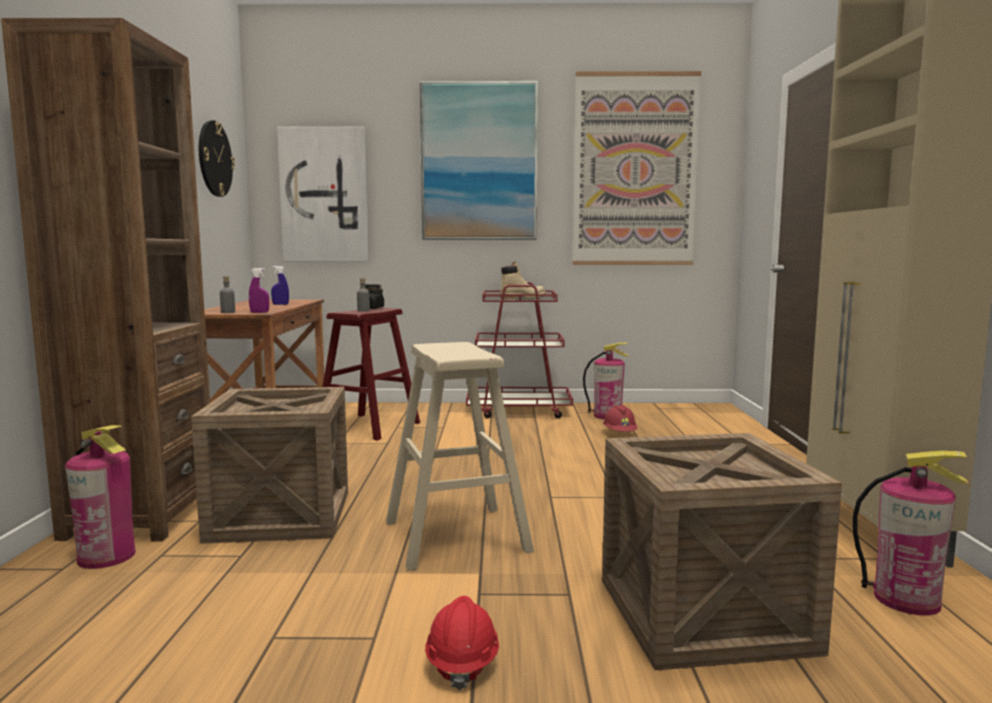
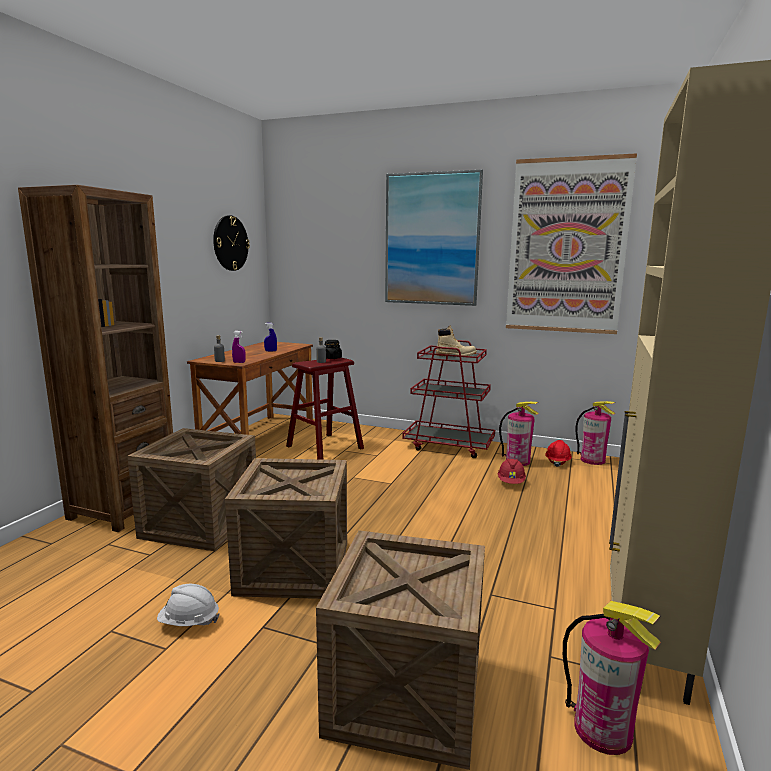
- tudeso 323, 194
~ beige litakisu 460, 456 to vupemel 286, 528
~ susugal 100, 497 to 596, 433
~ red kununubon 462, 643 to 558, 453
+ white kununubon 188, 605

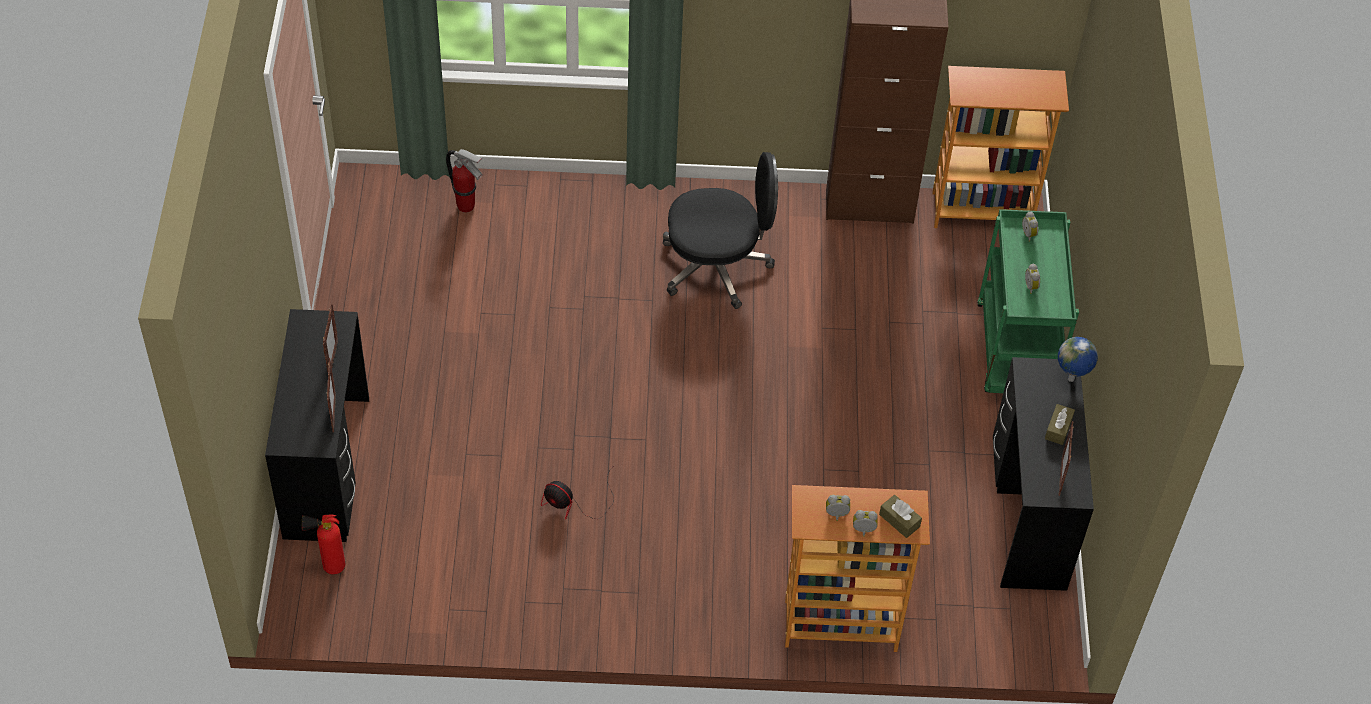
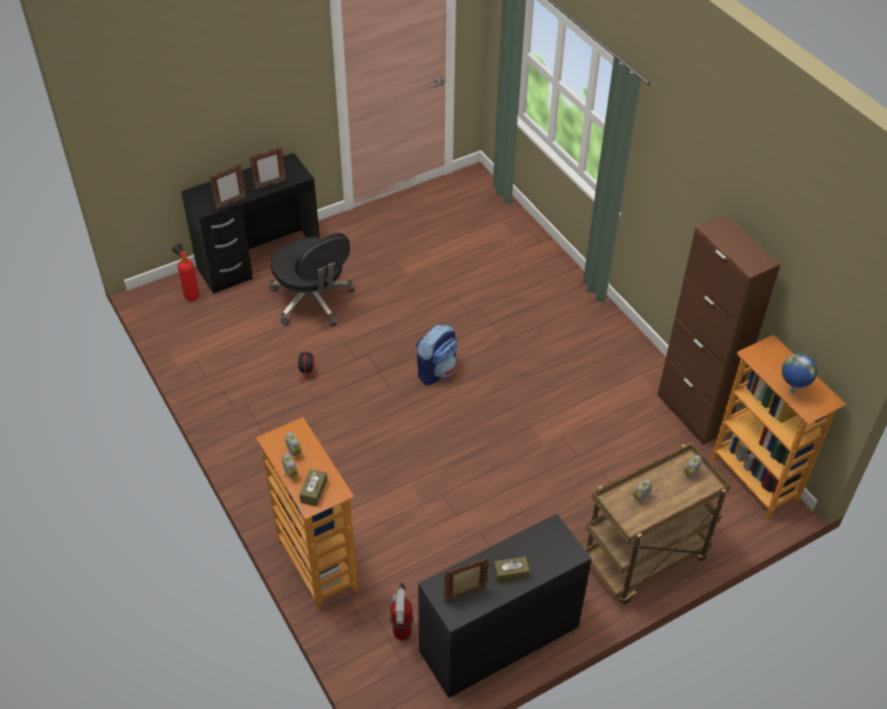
~ susugal 464, 181 to 401, 612
~ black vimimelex 720, 230 to 311, 280
~ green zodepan 1028, 301 to brown zodepan 658, 523
~ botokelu 1078, 359 to 799, 374
+ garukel 437, 355

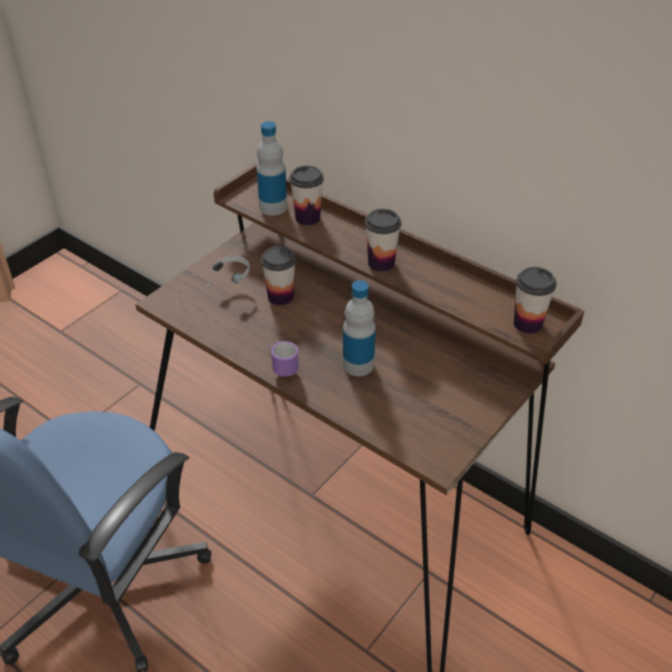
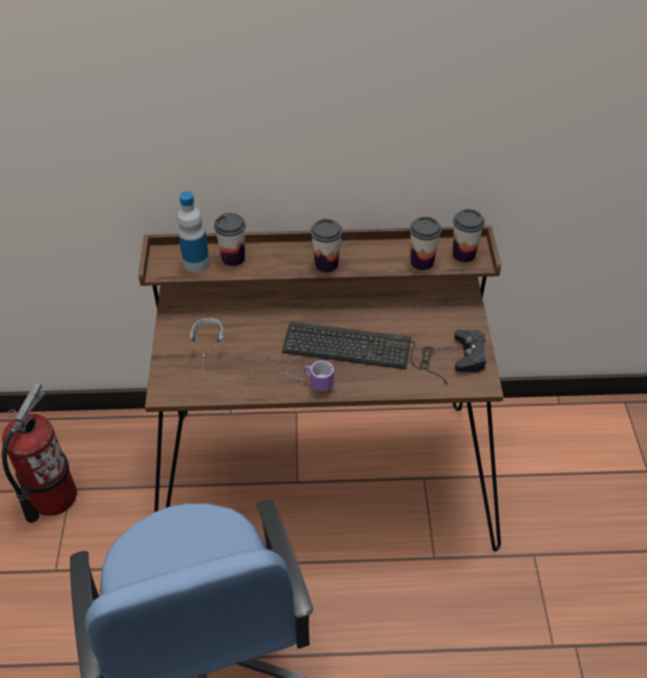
~ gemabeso 278, 275 to 426, 243
~ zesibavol 359, 328 to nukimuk 365, 353
+ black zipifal 470, 351
+ susugal 39, 452

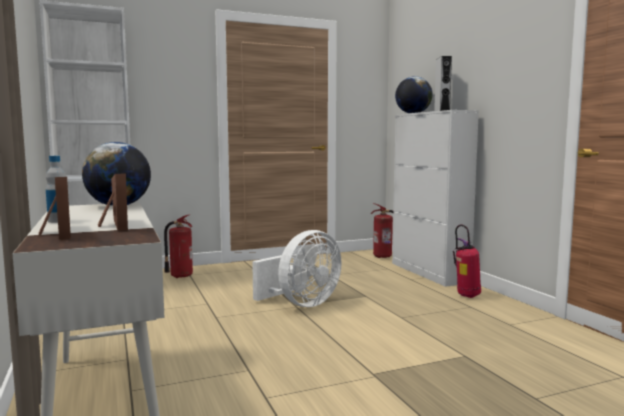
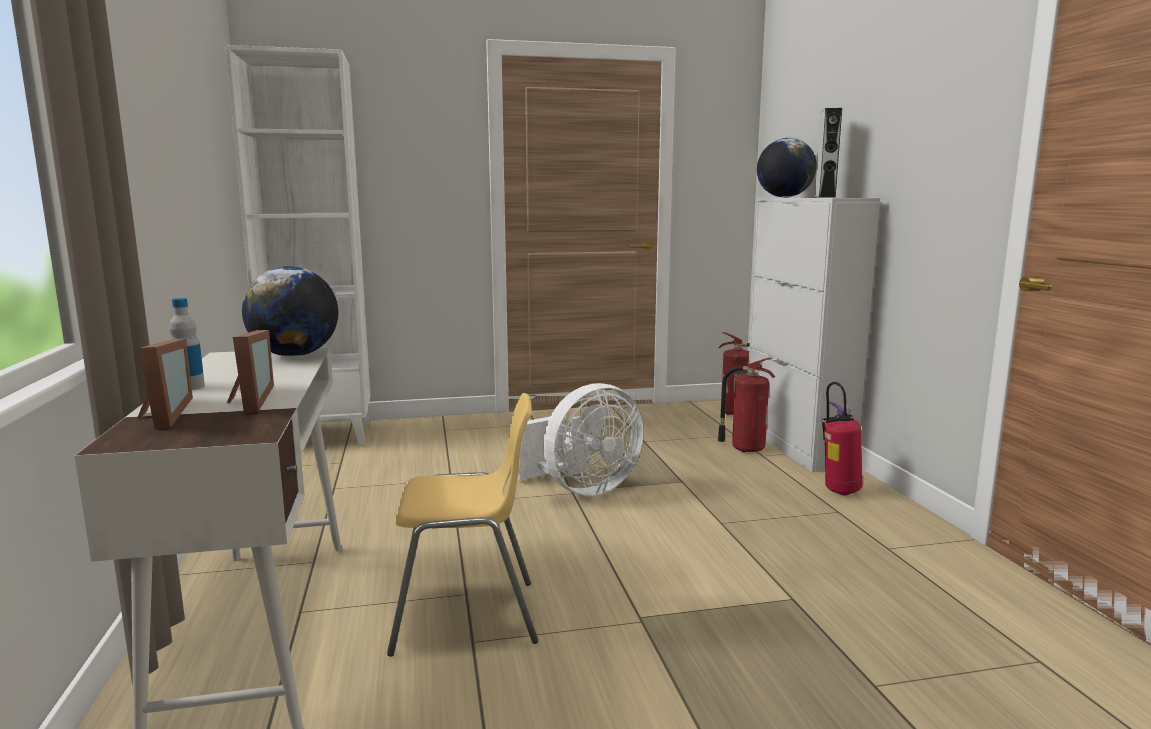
~ susugal 178, 246 to 746, 405
+ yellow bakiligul 462, 525

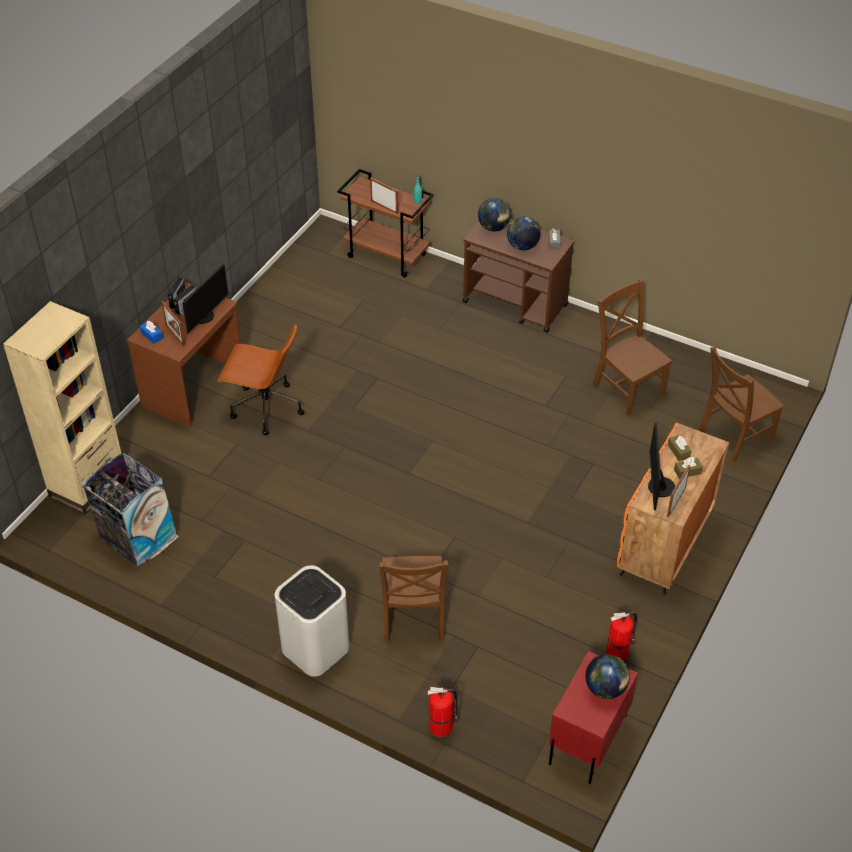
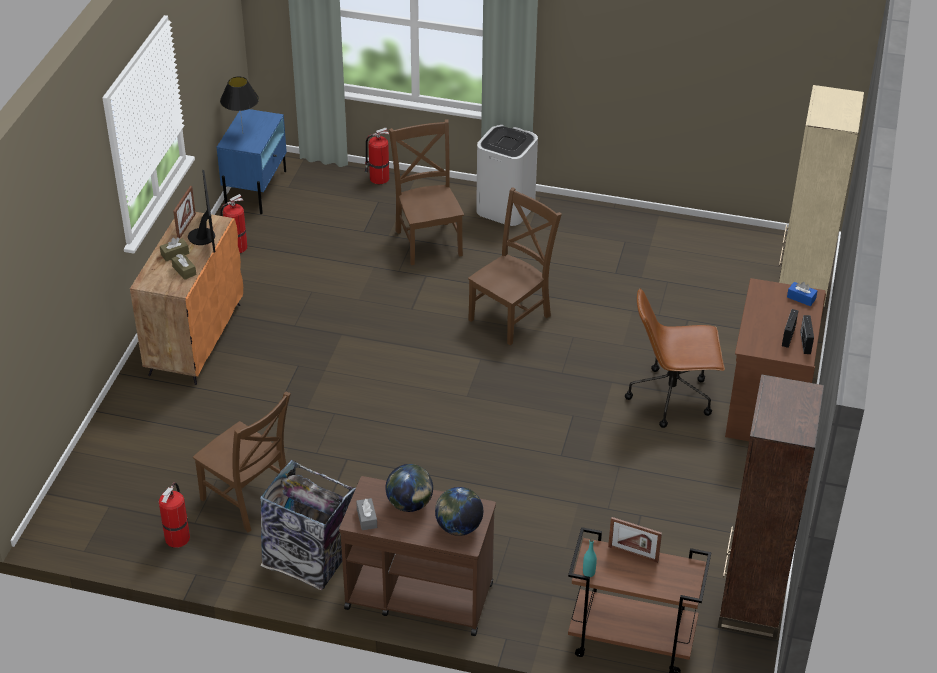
- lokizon 205, 298
- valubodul 173, 323
~ brown bakiligul 741, 404 to 515, 266
~ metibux 130, 510 to 308, 525
~ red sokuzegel 593, 717 to blue sokuzegel 251, 161
~ botokelu 607, 676 to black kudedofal 239, 104
+ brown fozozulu 771, 507
+ susugal 174, 515

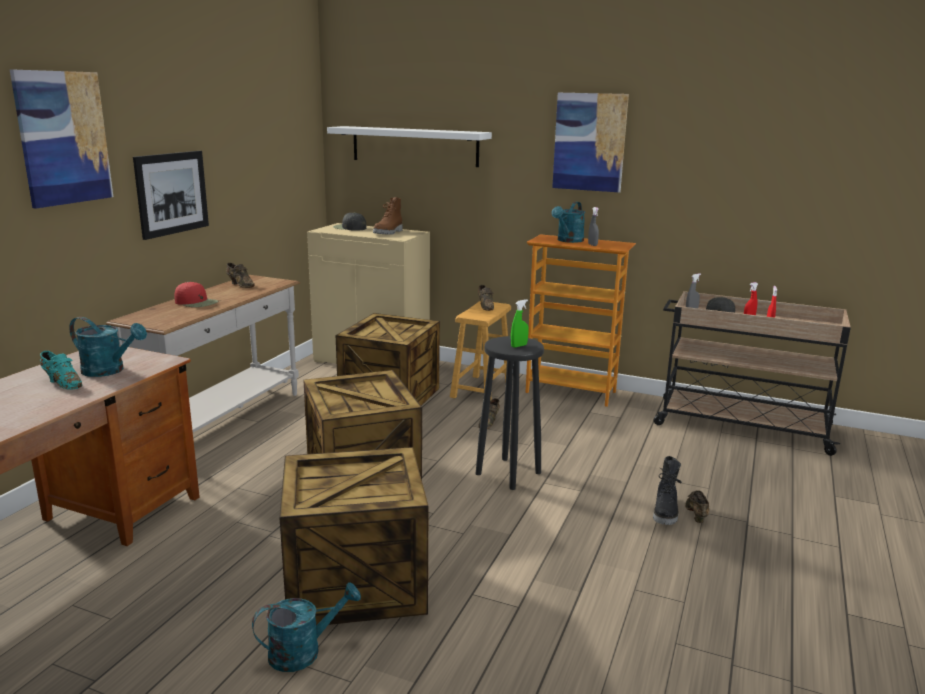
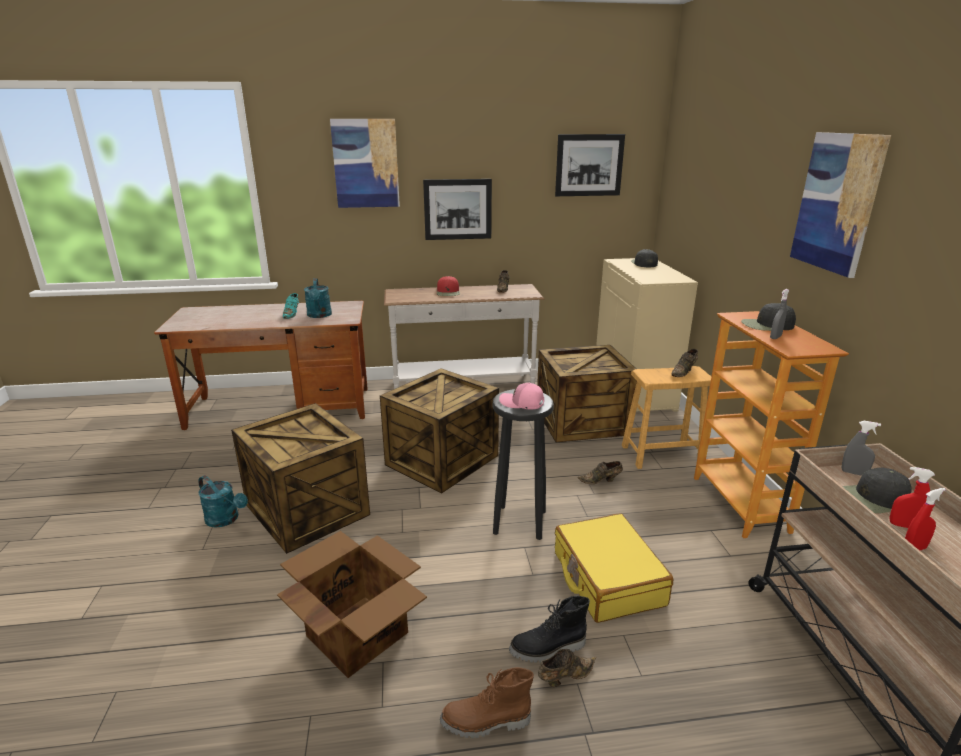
- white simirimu 409, 146
~ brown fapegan 387, 216 to 487, 702
~ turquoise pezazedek 568, 222 to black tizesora 768, 317
~ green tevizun 520, 324 to pink tizesora 521, 395
+ tudeso 590, 165
+ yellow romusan 614, 568
+ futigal 352, 604

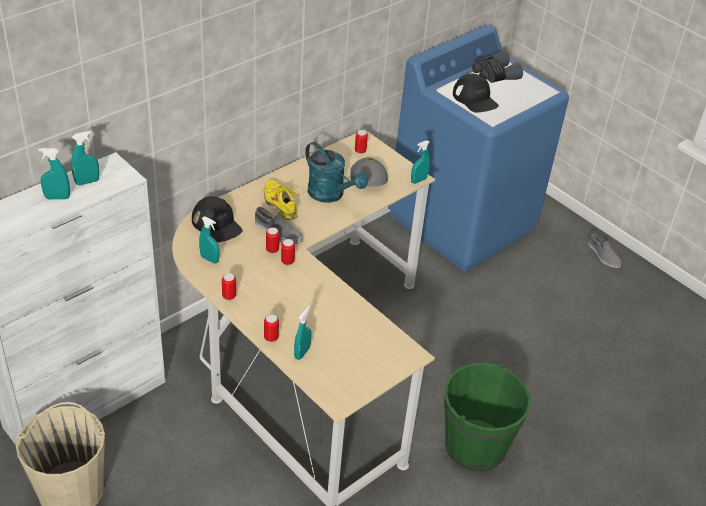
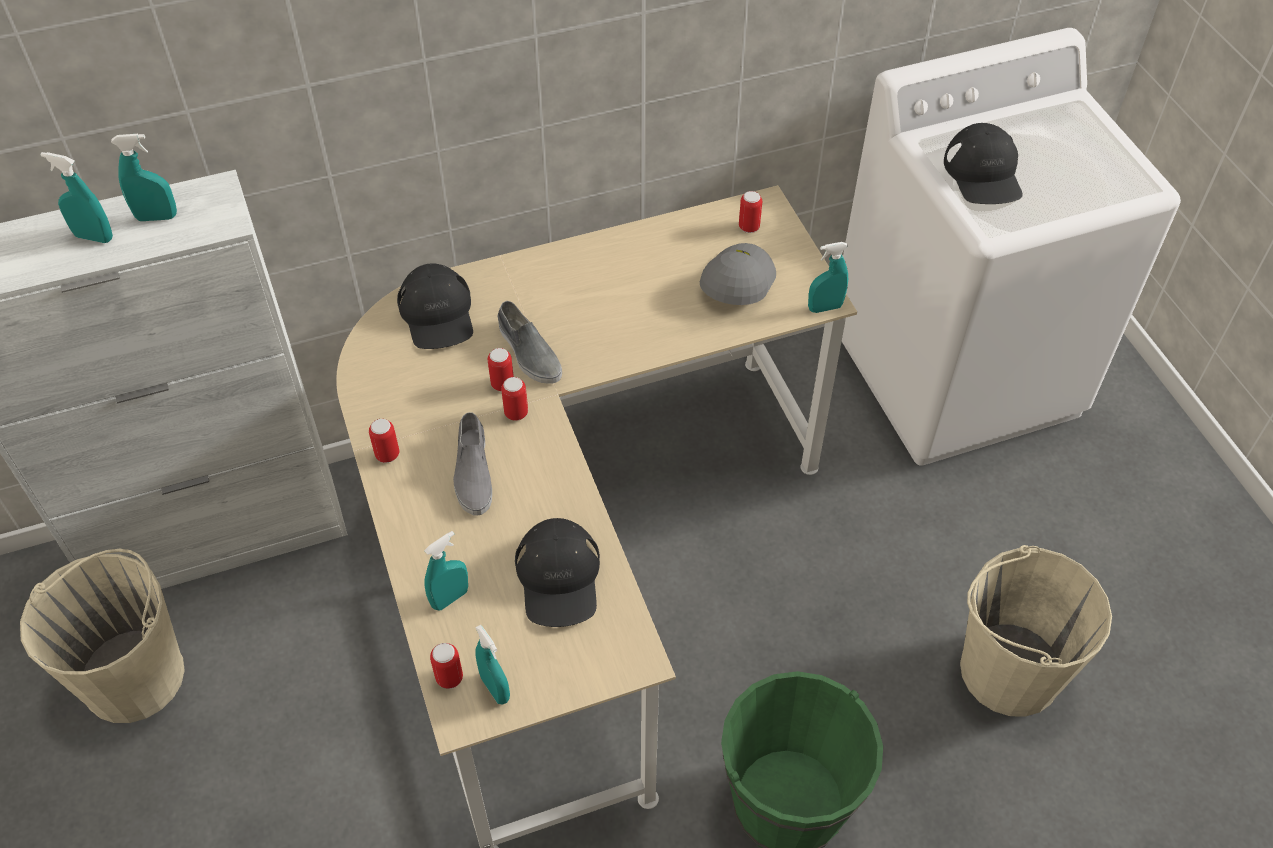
~ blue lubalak 478, 148 to white lubalak 1011, 247
- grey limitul 497, 67
- turquoise pezazedek 336, 172
- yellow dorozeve 282, 200
~ turquoise tevizun 209, 240 to 492, 664
~ grey dorozeve 605, 249 to 472, 464
~ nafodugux 271, 328 to 446, 666
+ black tizesora 557, 572
+ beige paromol 1036, 631

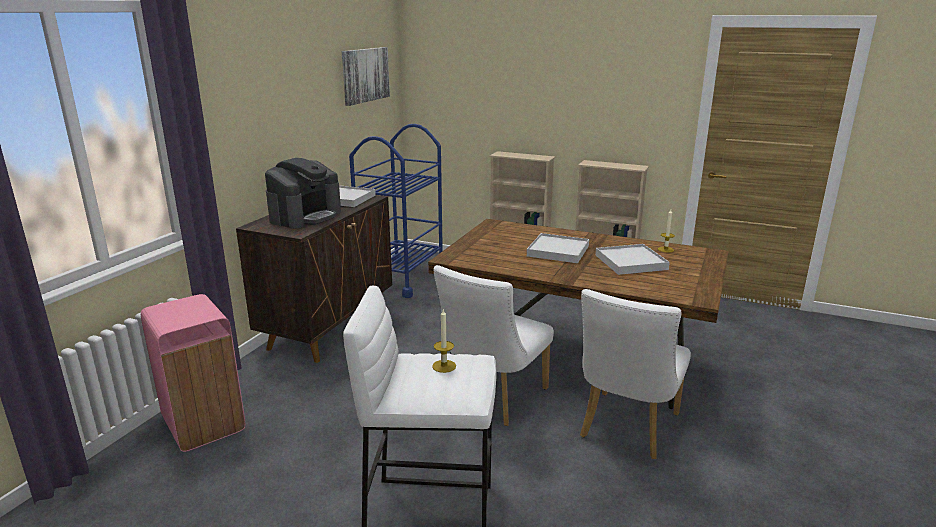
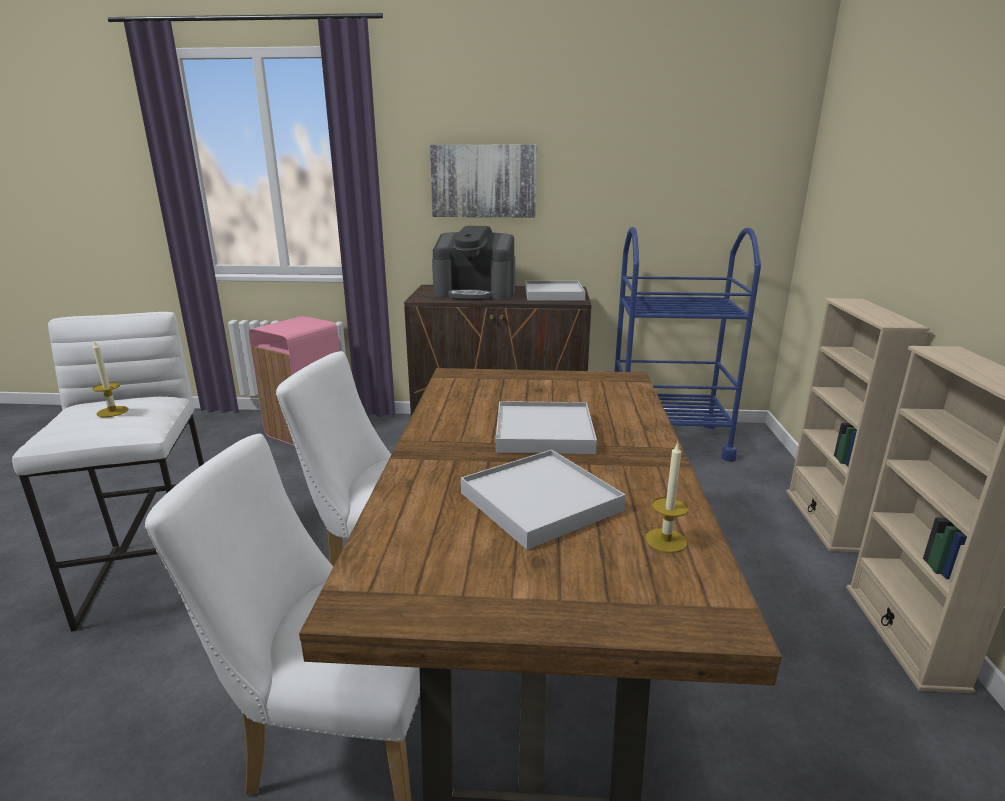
~ tudeso 366, 76 to 483, 181

